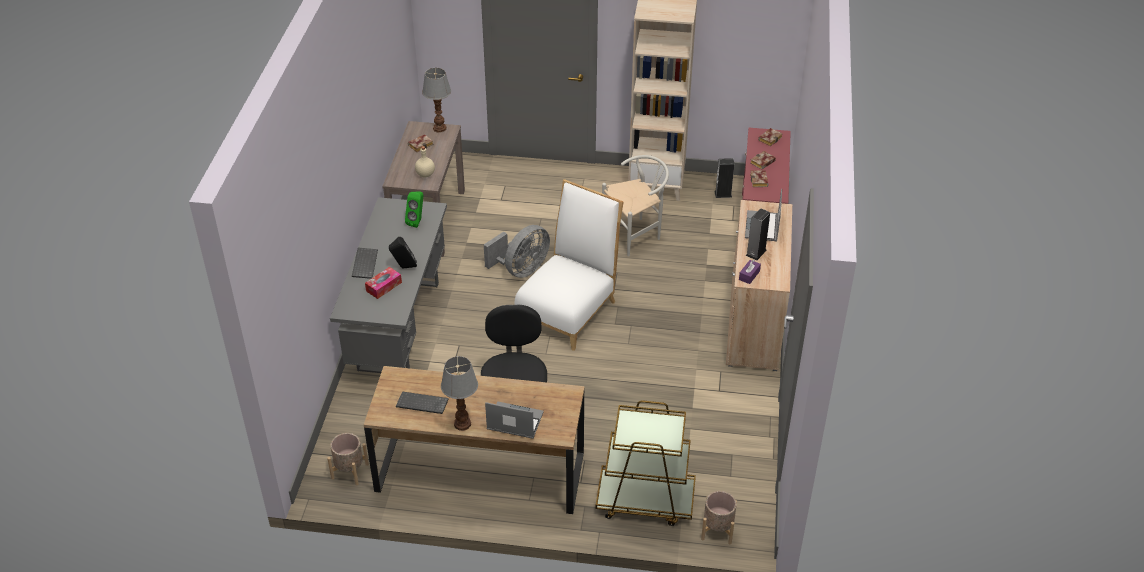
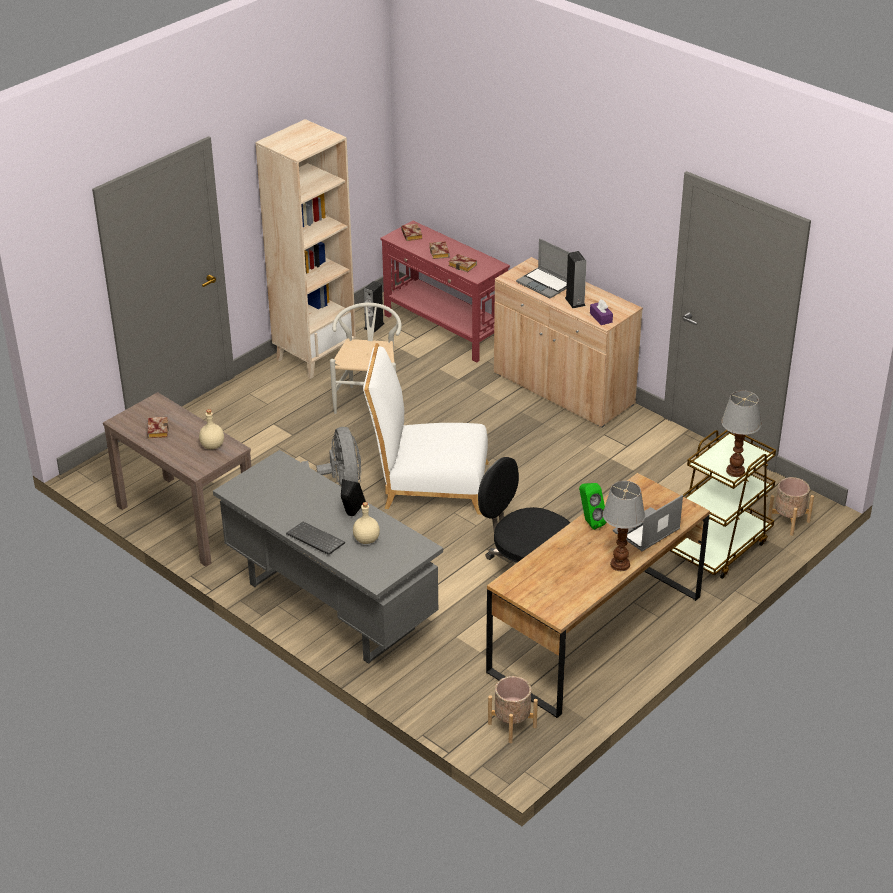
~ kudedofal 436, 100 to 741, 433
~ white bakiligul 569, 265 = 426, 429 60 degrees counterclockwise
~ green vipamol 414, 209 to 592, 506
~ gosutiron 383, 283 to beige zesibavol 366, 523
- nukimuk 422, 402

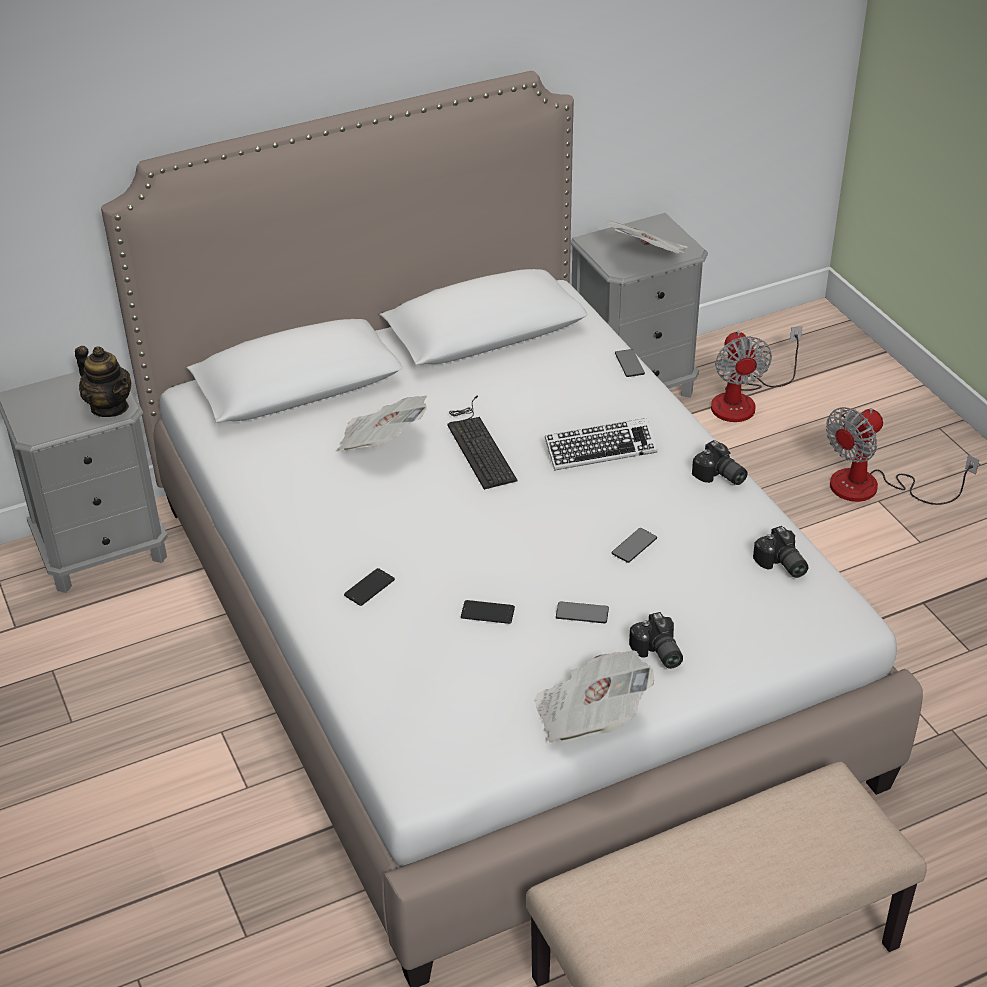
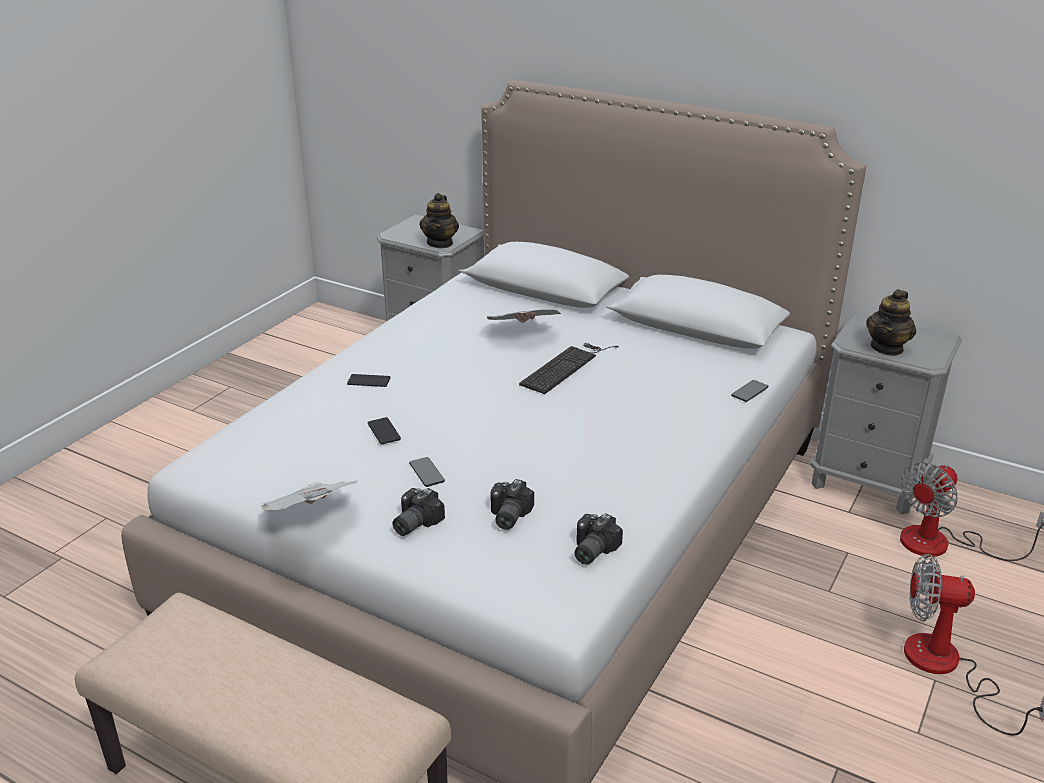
~ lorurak 646, 237 to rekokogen 891, 322
- nukimuk 601, 444
~ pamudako 720, 462 to 512, 504
- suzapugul 634, 545

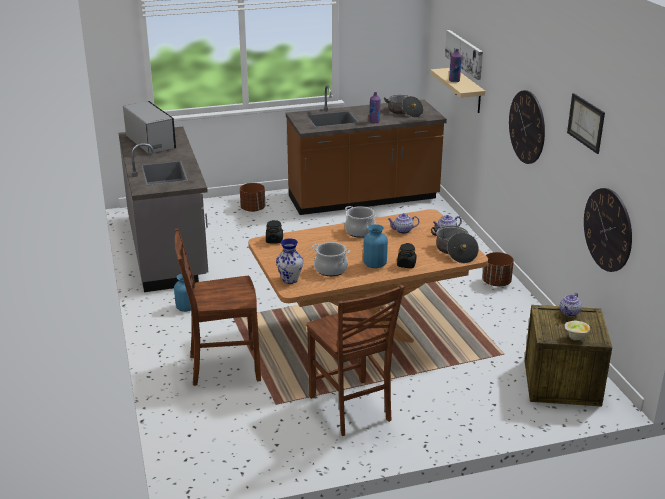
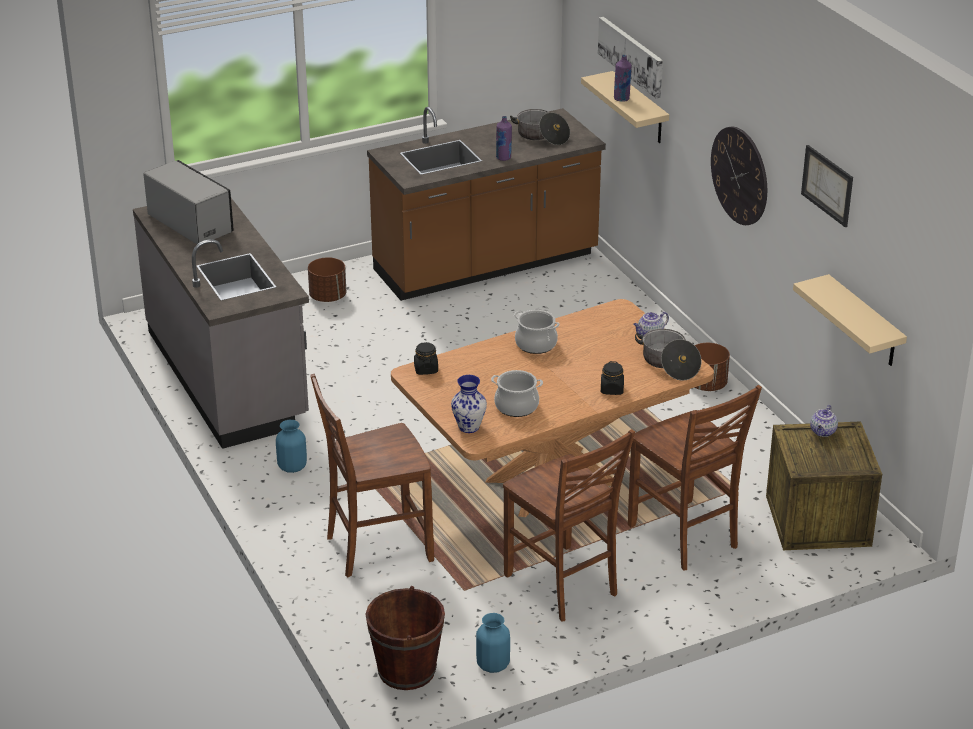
~ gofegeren 608, 230 to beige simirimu 850, 320
- rekokogen 403, 223
~ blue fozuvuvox 375, 246 to 493, 643
- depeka 577, 331
+ brown bakiligul 695, 478
+ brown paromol 405, 638

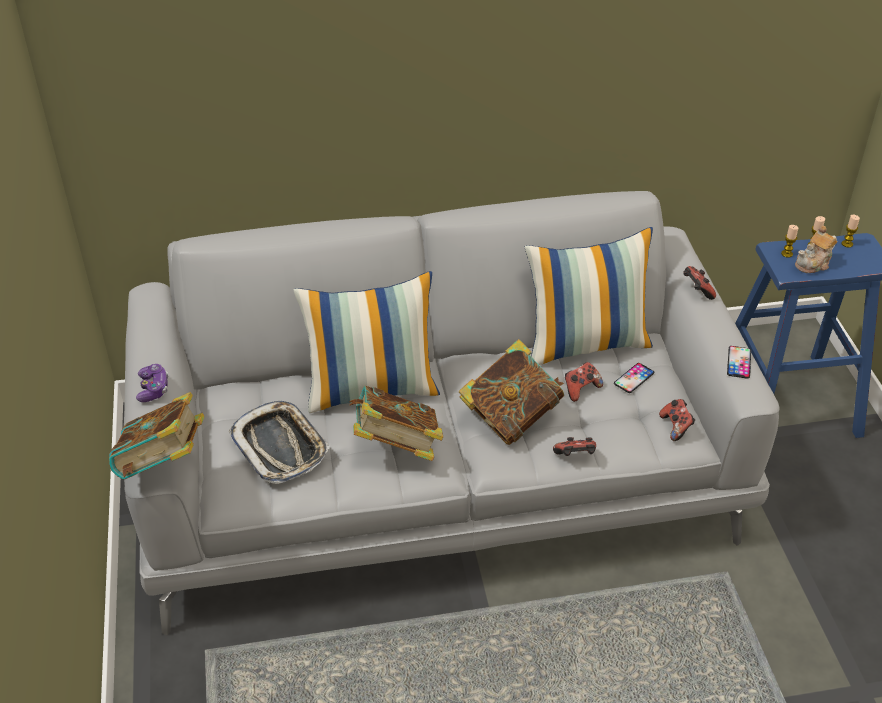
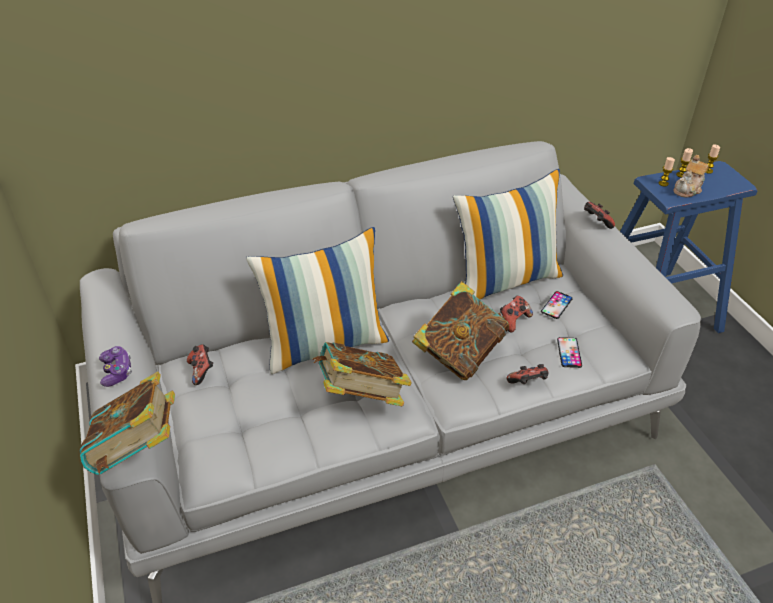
~ suzapugul 739, 362 to 569, 352
~ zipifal 677, 420 to 200, 364
- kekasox 279, 442

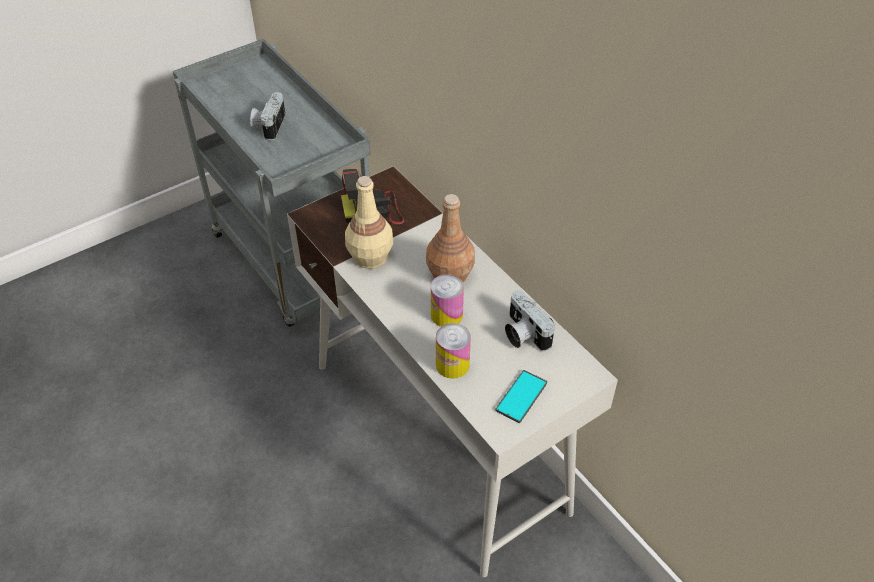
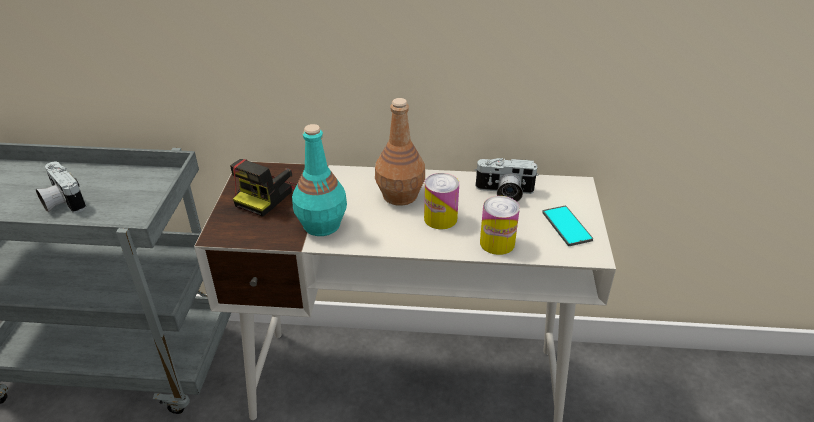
~ beige zesibavol 369, 222 to turquoise zesibavol 319, 180

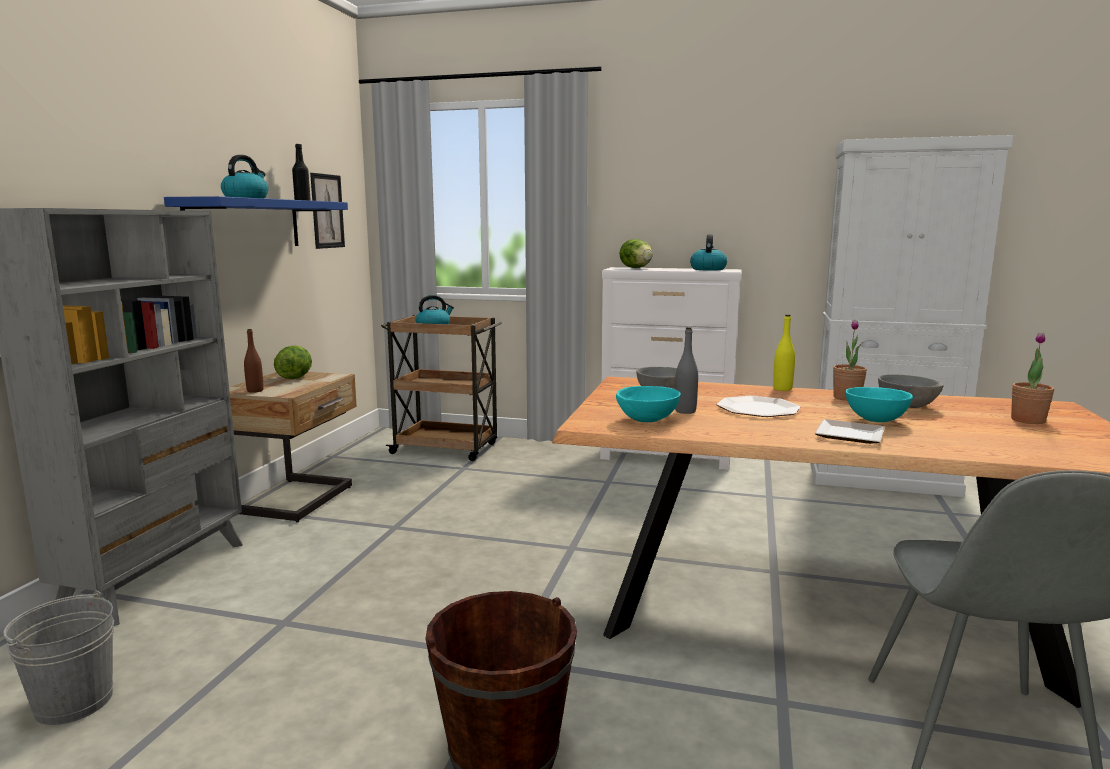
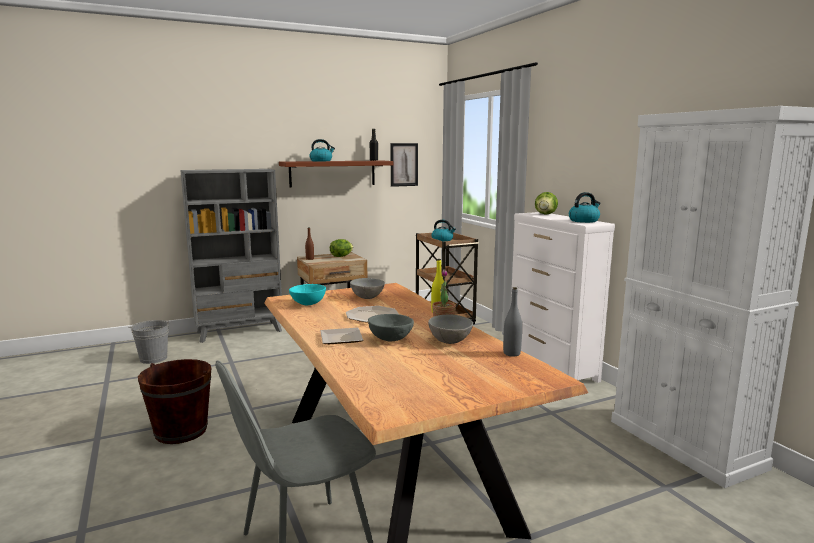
~ blue simirimu 256, 221 to brown simirimu 336, 174
~ grey zesibavol 686, 370 to 512, 322
- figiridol 1032, 378
~ turquoise depeka 879, 404 to grey depeka 391, 327

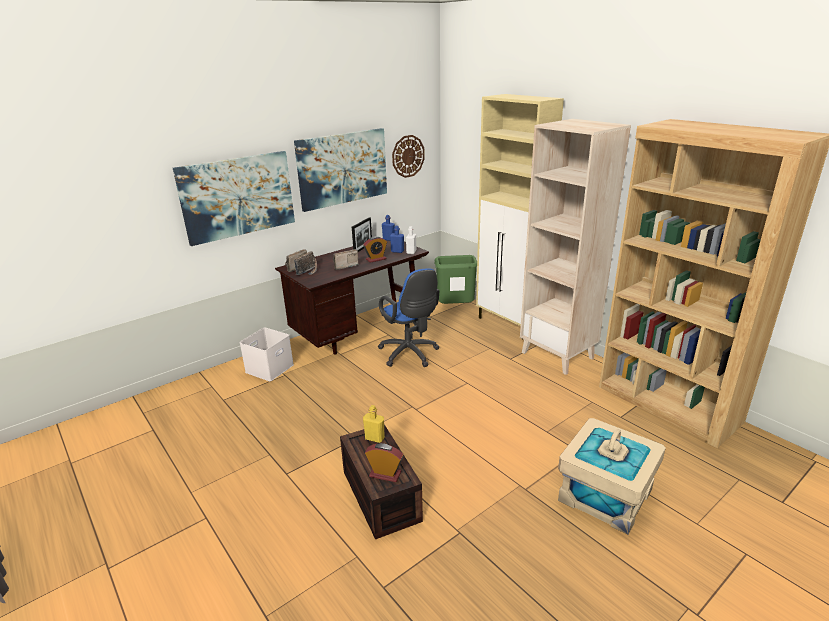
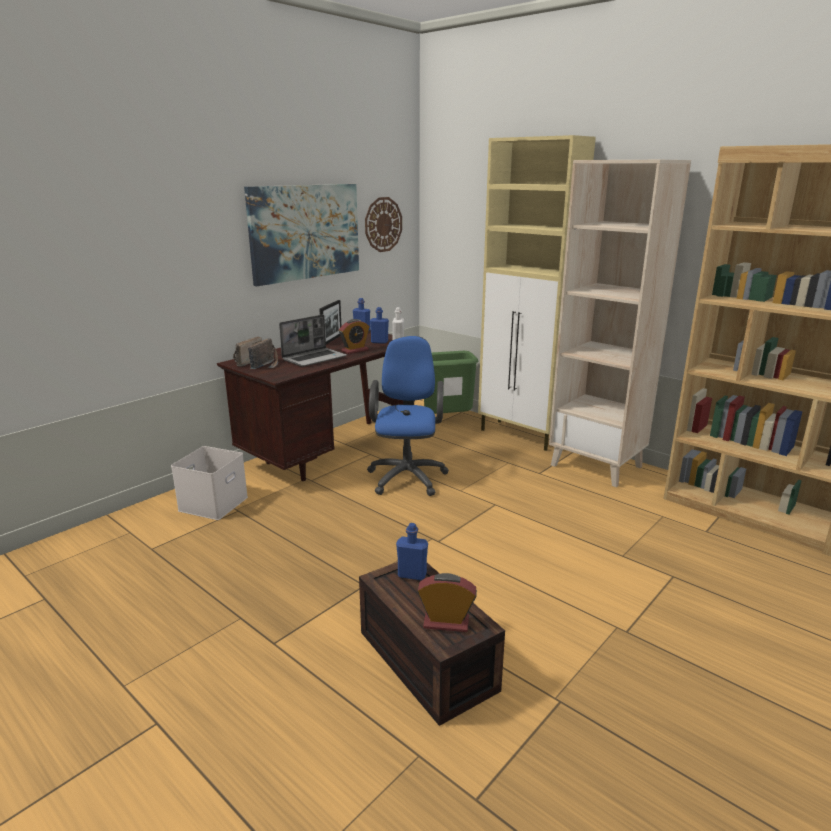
- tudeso 234, 198
~ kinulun 346, 259 to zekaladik 313, 341
~ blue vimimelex 408, 317 = 408, 416 135 degrees counterclockwise
~ yellow zesibavol 374, 424 to blue zesibavol 412, 551
- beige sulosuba 612, 476

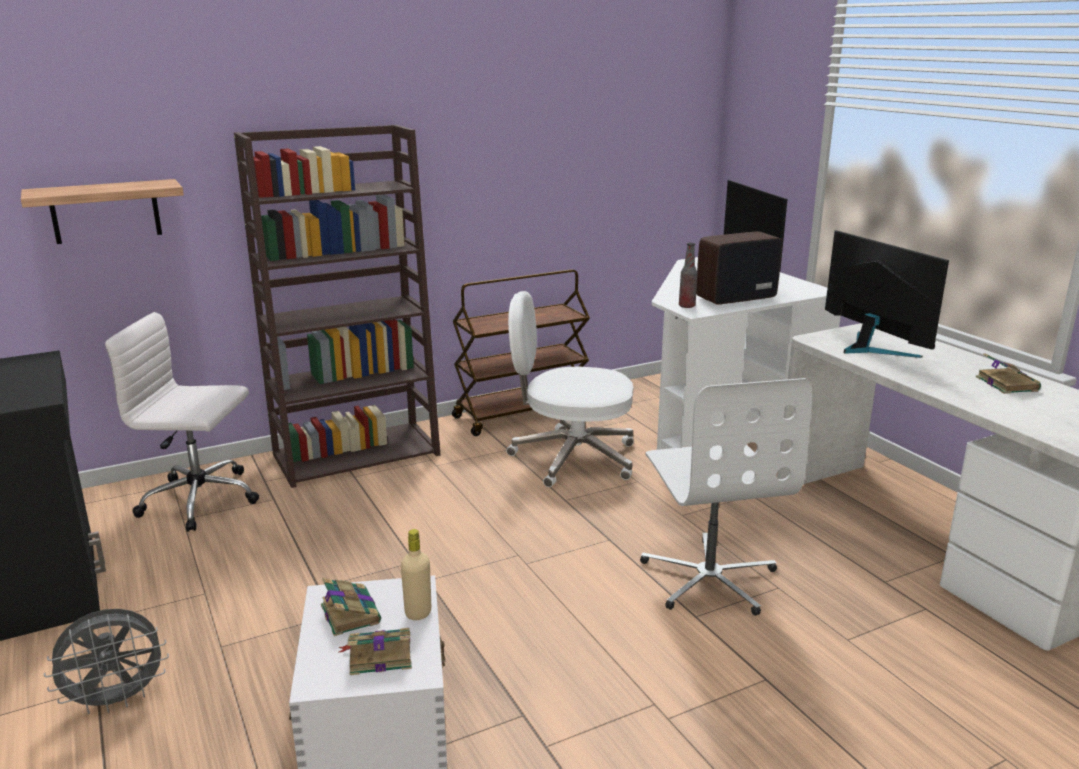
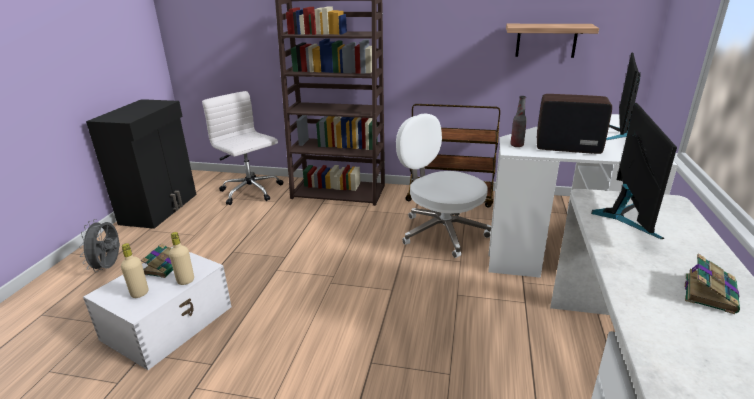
~ simirimu 102, 211 to 552, 41
- white vimimelex 726, 497
~ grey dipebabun 106, 661 = 99, 245 75 degrees clockwise
~ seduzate 375, 651 to beige zesibavol 135, 270

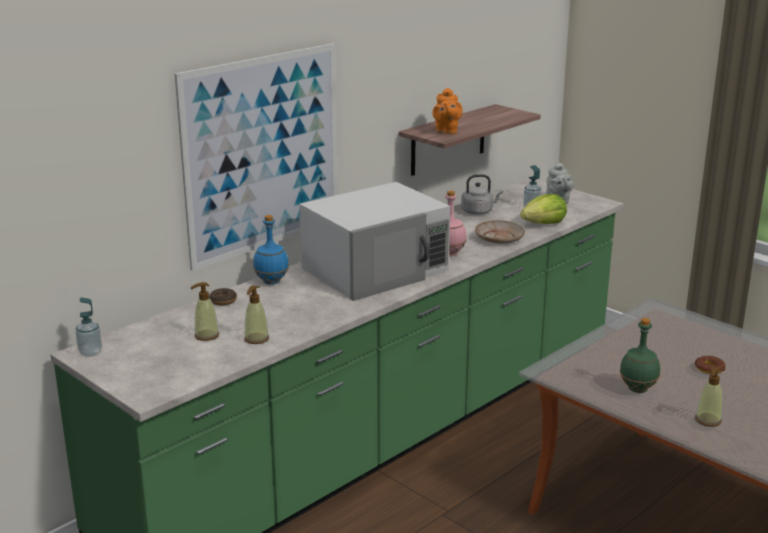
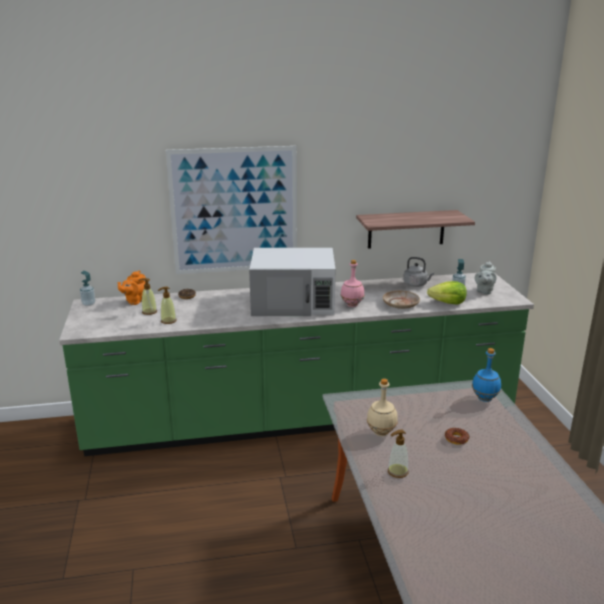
~ orange rekokogen 447, 110 to 131, 287
~ blue zesibavol 271, 250 to 486, 375
~ green zesibavol 640, 355 to beige zesibavol 382, 407

